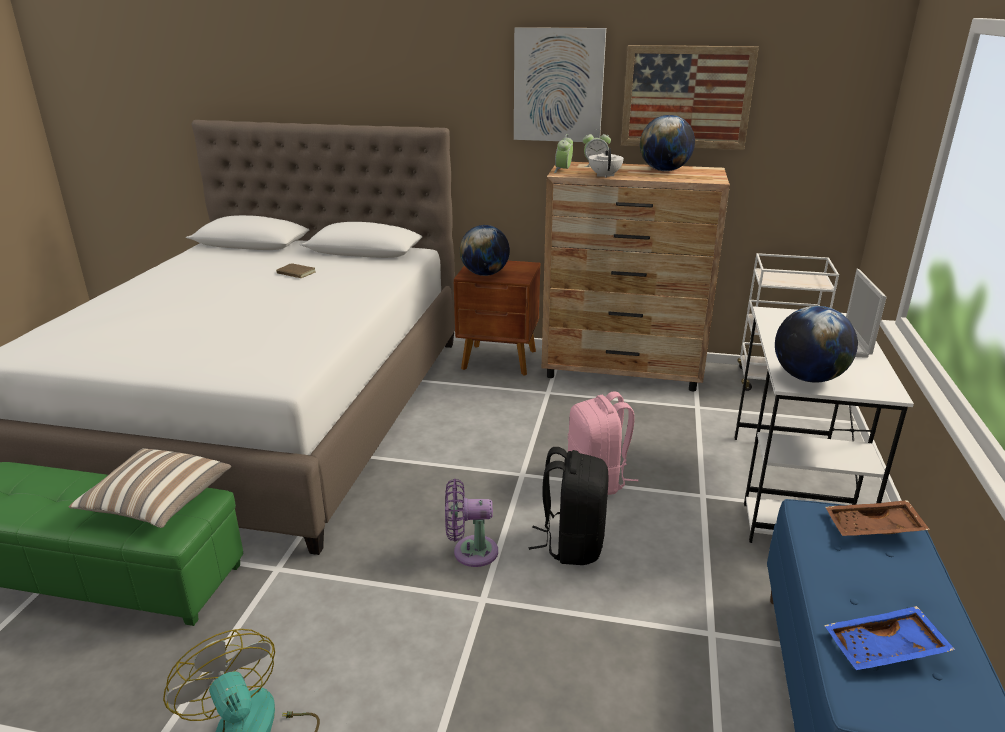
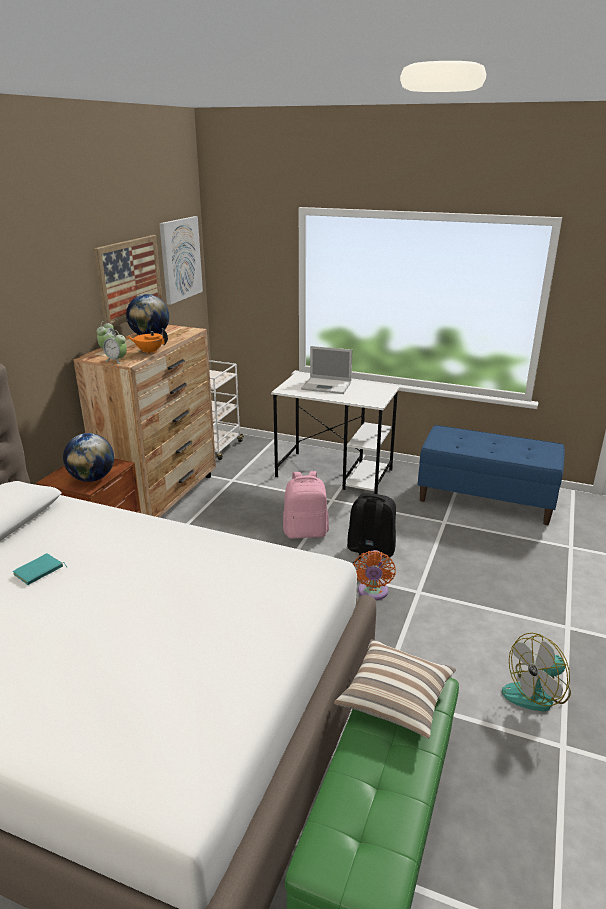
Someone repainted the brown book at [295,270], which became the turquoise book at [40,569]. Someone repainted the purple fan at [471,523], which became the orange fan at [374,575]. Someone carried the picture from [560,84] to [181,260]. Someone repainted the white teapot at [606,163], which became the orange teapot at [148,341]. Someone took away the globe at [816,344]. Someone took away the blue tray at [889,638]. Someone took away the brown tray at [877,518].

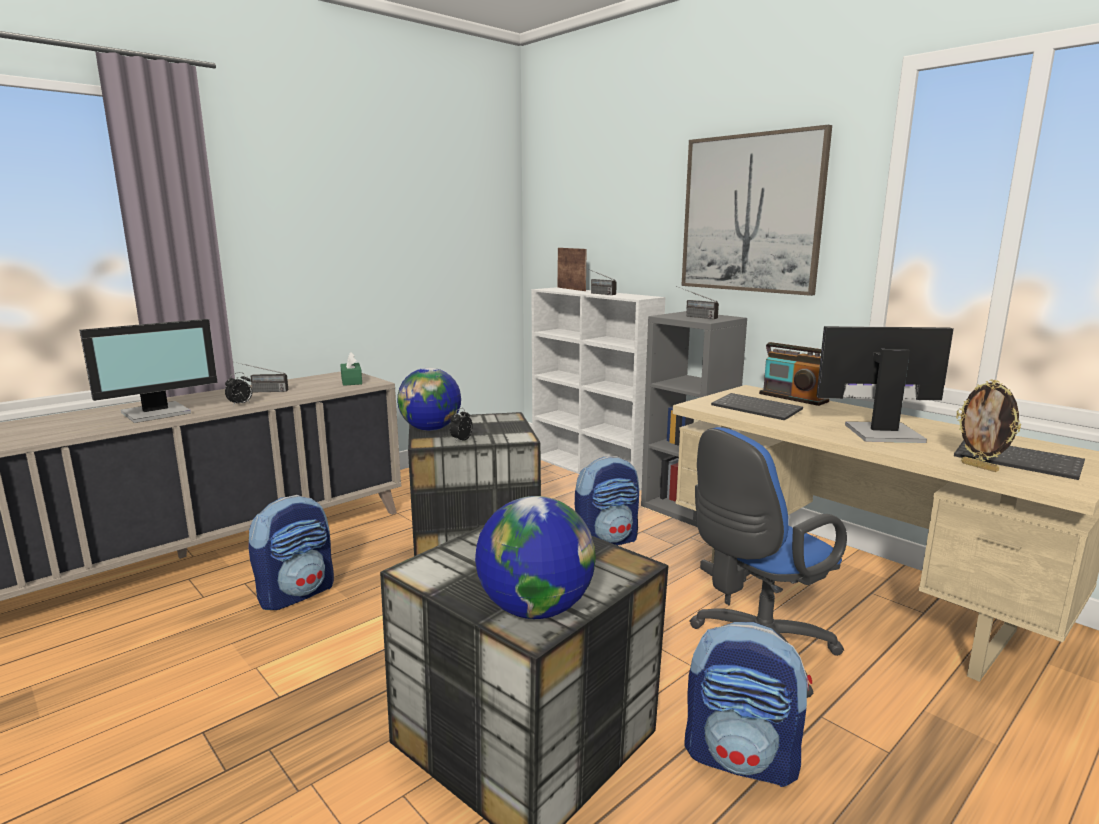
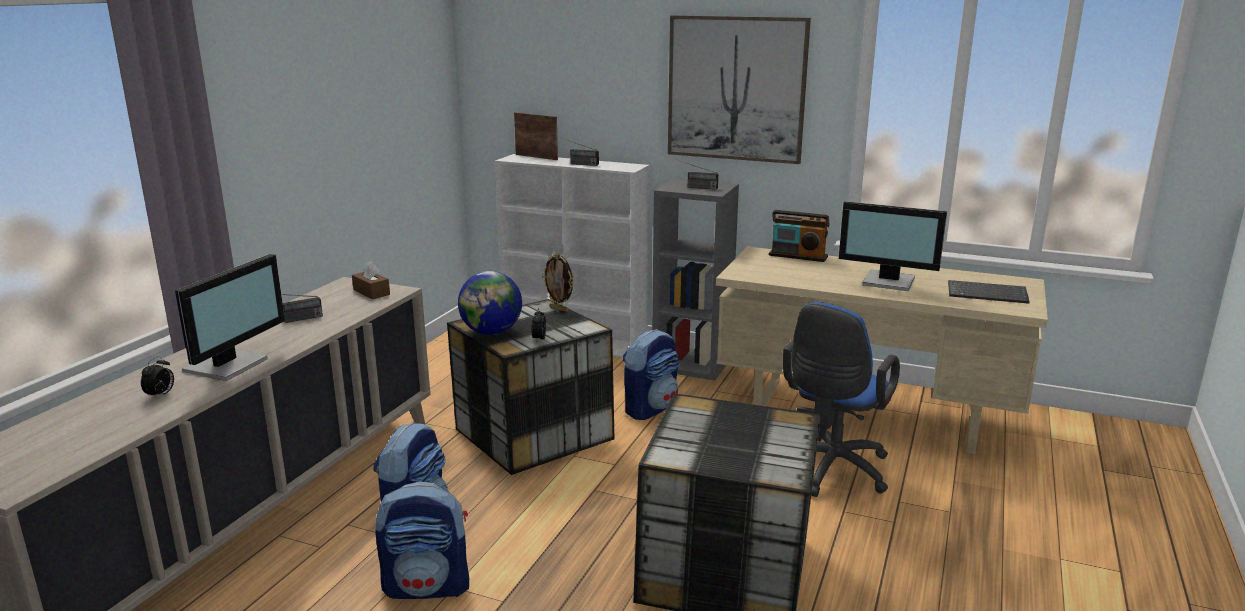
Someone carried the alarm clock from [238,389] to [157,378]. Someone repainted the green tissue box at [351,369], which became the brown tissue box at [371,280]. Someone took away the globe at [535,557]. Someone carried the backpack from [748,704] to [422,540]. Someone took away the keyboard at [757,407]. Someone rotated the monitor at [885,384] by 135 degrees counterclockwise. Someone carried the picture frame from [988,425] to [558,282].

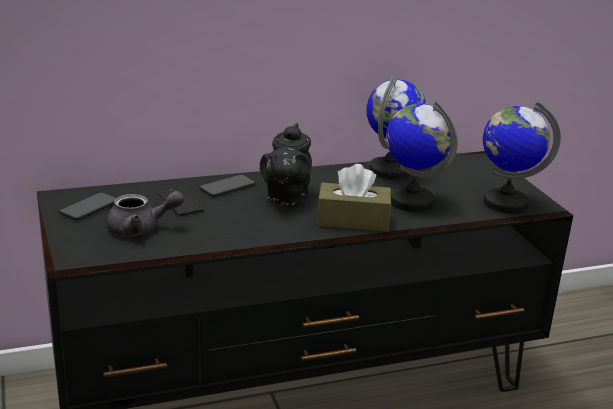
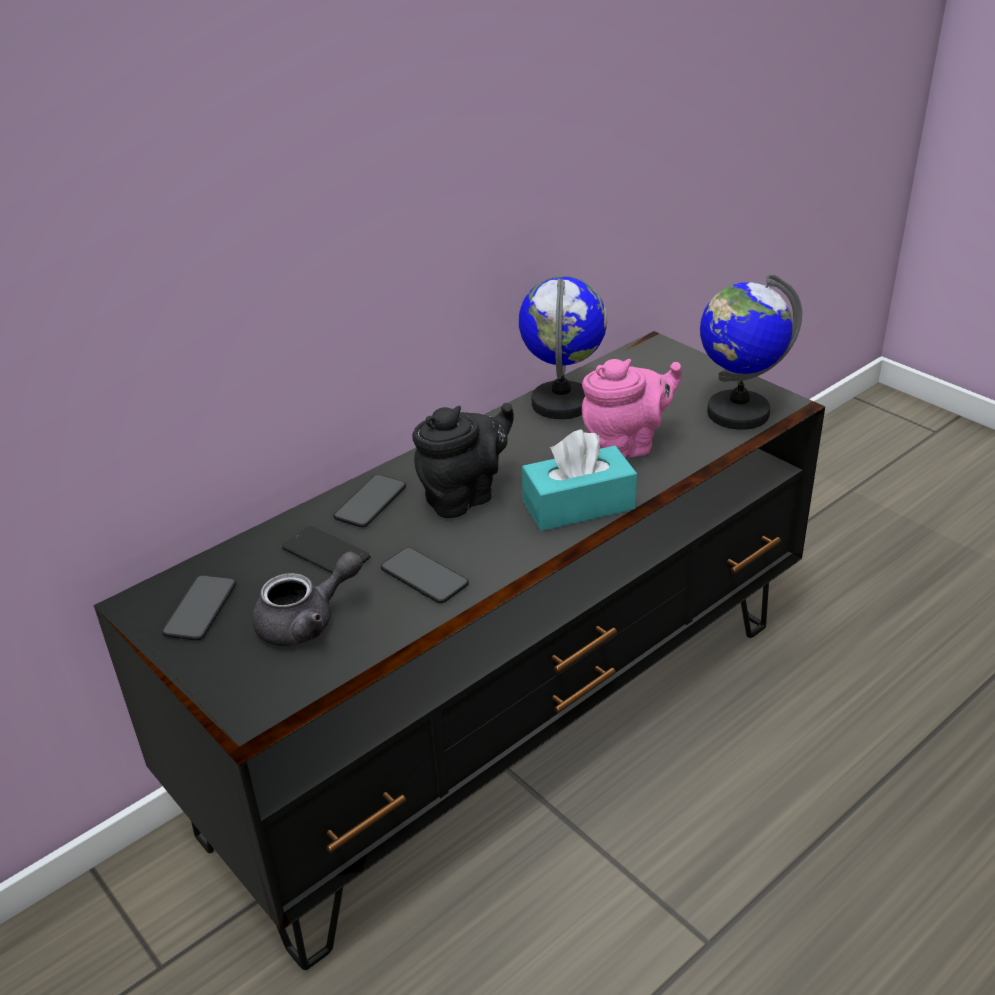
Someone rotated the black teapot at [286,165] by 120 degrees counterclockwise. Someone repainted the brown tissue box at [354,198], which became the turquoise tissue box at [579,480]. Someone swapped the globe at [421,156] for the pink teapot at [632,409]. Someone put down the phone at [425,575].

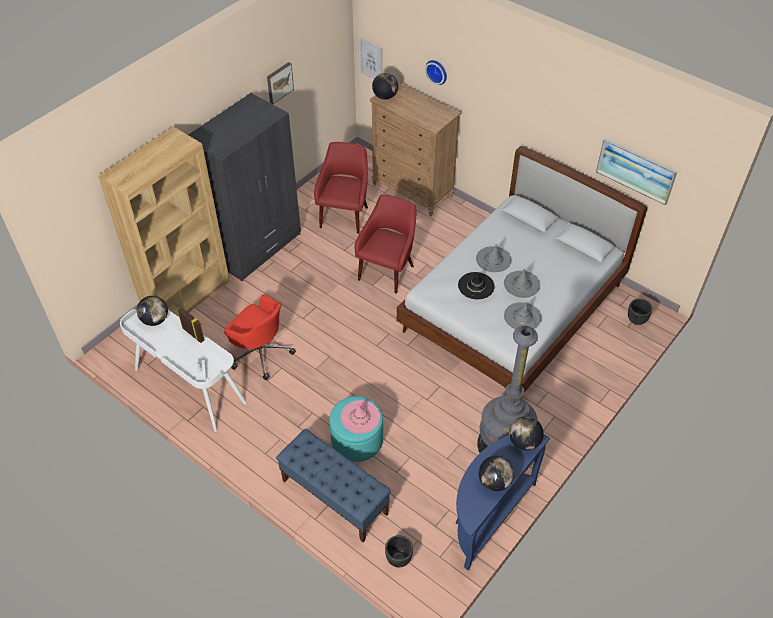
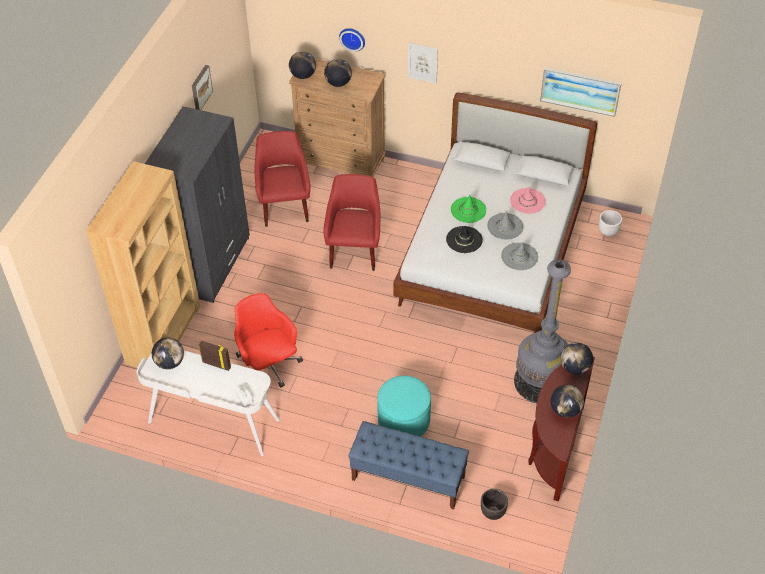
Someone rotated the red office chair at [260,337] by 135 degrees counterclockwise. Someone carried the pink hat from [360,417] to [528,200]. Someone carried the picture from [371,58] to [423,63]. Someone repainted the blue console table at [503,502], which became the brown console table at [561,429]. Someone repainted the grey hat at [494,258], which became the green hat at [468,208]. Someone repainted the black planter at [640,312], which became the white planter at [610,223]. Someone put down the globe at [338,73].

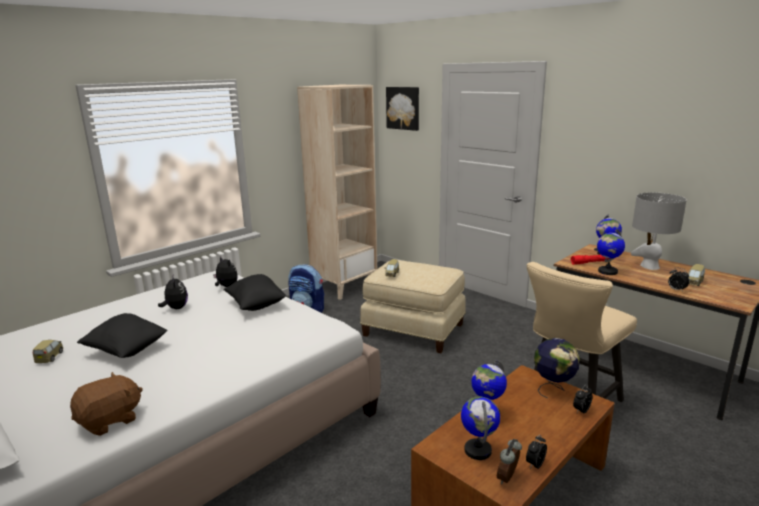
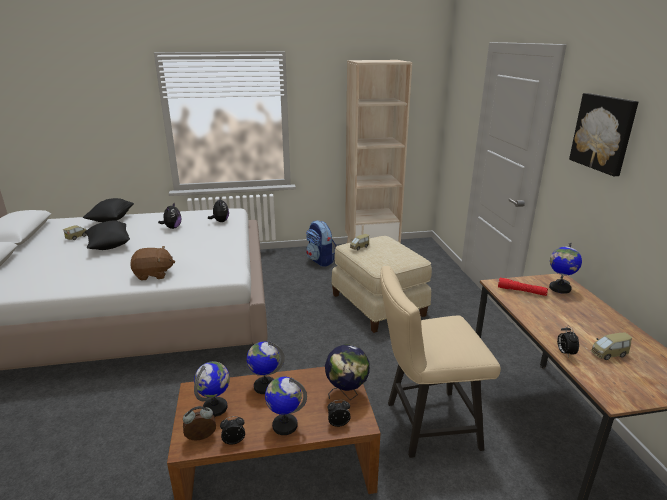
Someone carried the brown plush toy from [106,404] to [152,263]. Someone carried the black pillow from [255,292] to [108,210]. Someone carried the picture from [402,109] to [603,134]. Someone carried the globe from [611,252] to [286,405]. Someone took away the grey table lamp at [659,231].

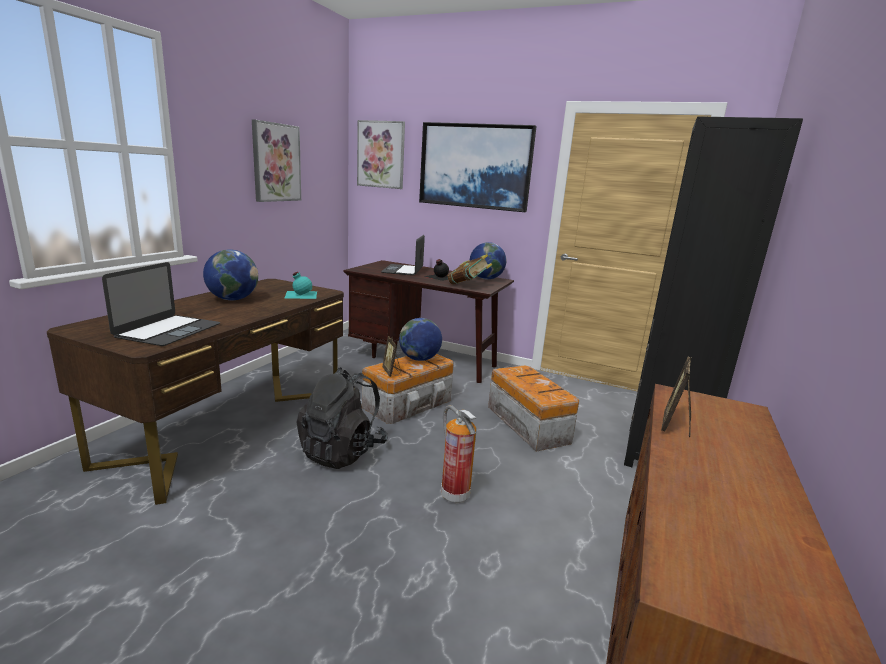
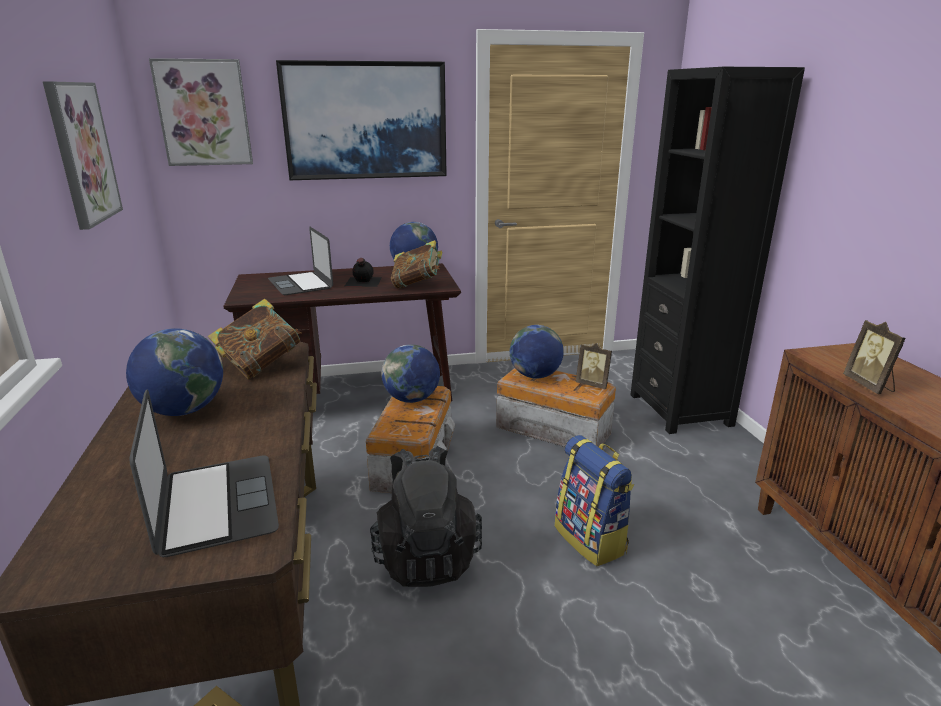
Someone swapped the turquoise bottle at [301,285] for the book at [255,339]. Someone carried the picture frame from [391,356] to [594,366]. Someone swapped the fire extinguisher at [459,454] for the backpack at [594,500]. Someone put down the globe at [537,352].

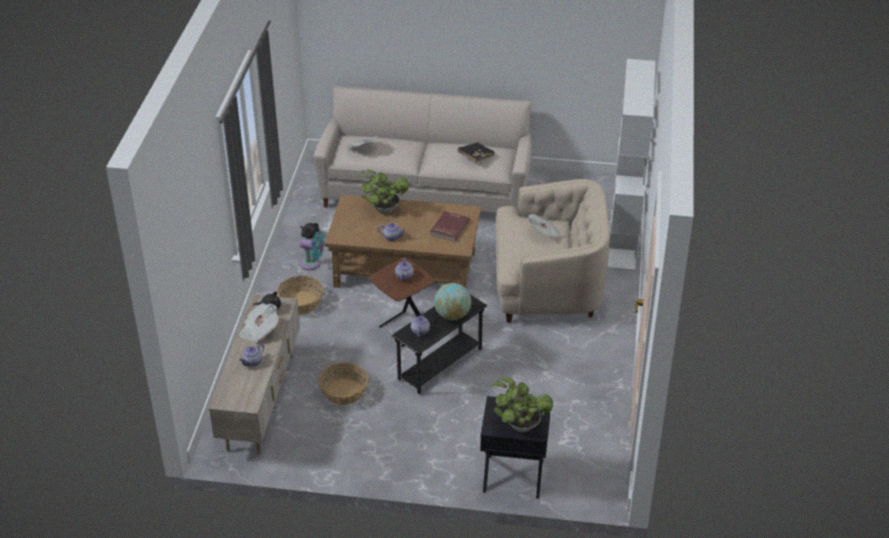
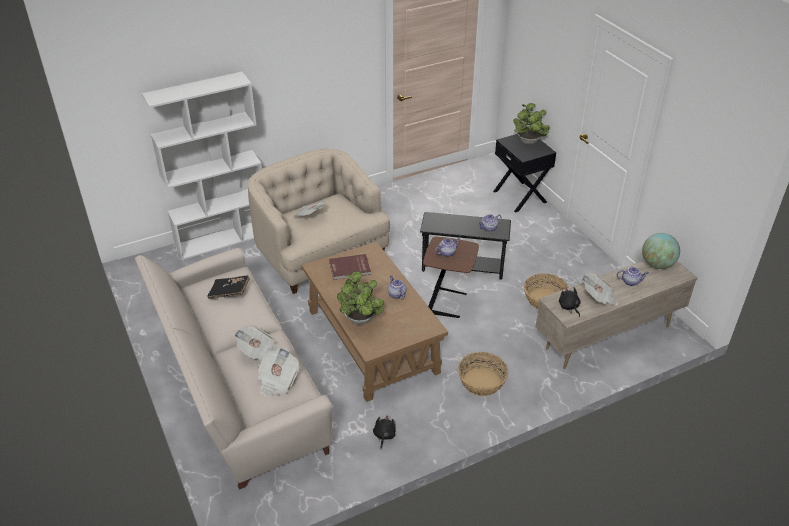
Someone took away the turquoise fan at [312,251]. Someone carried the globe from [452,301] to [661,251]. Someone put down the newspaper at [255,343].

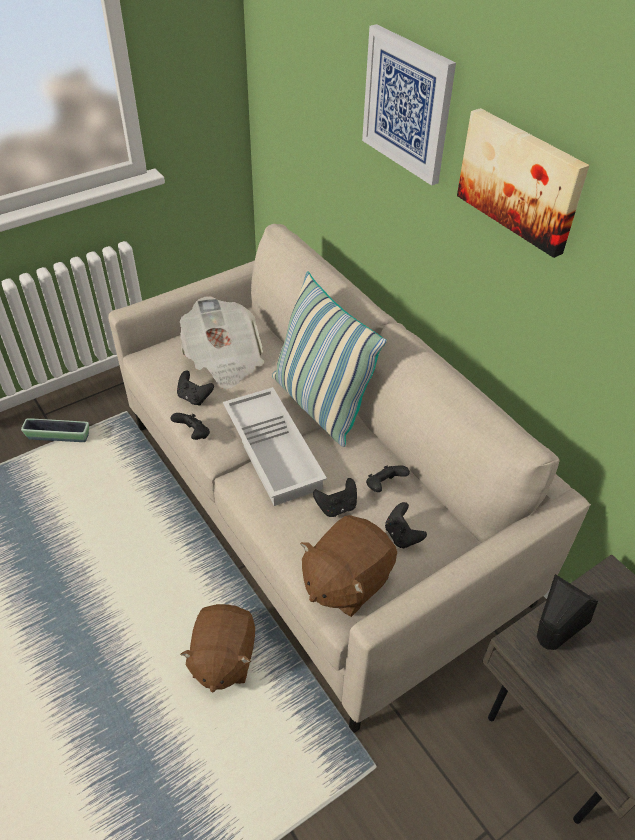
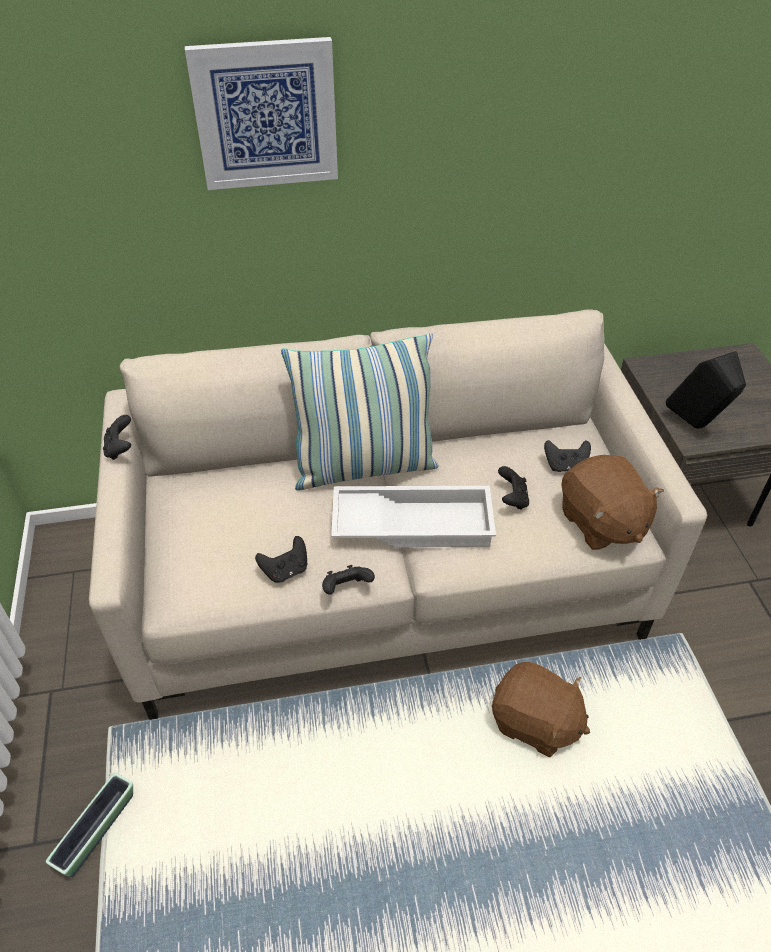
Someone took away the newspaper at [222,342]. Someone carried the black game controller from [388,478] to [117,437]. Someone took away the picture at [523,183].

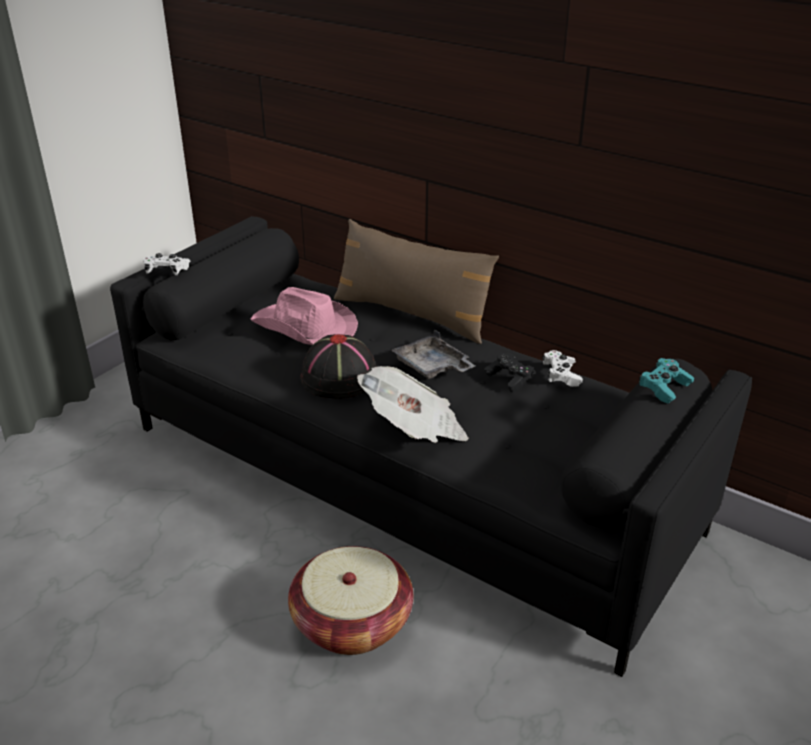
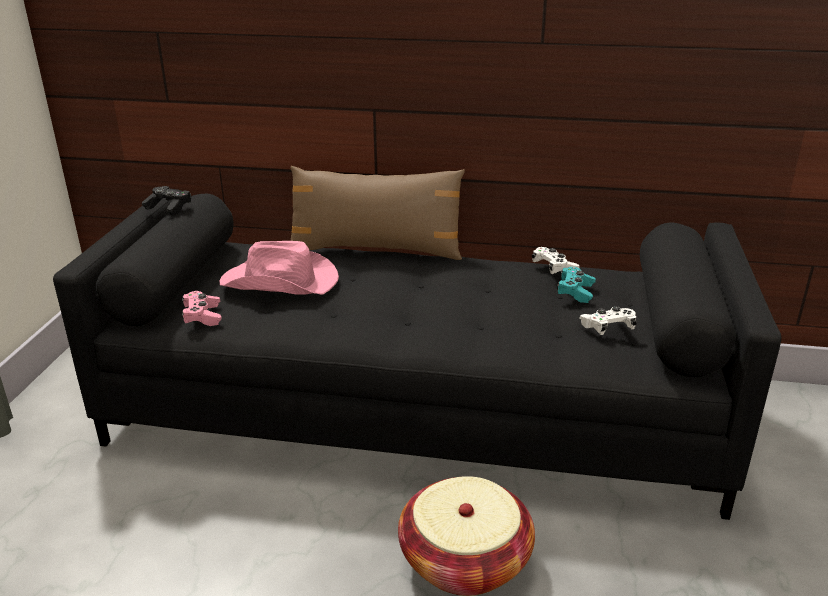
Someone carried the white game controller from [166,264] to [608,320]. Someone took away the black hat at [338,366]. Someone took away the newspaper at [413,404]. Someone took away the grey tray at [433,354]. Someone carried the black game controller from [509,372] to [166,201]. Someone carried the turquoise game controller from [666,381] to [576,285]. Someone put down the pink game controller at [202,308].

